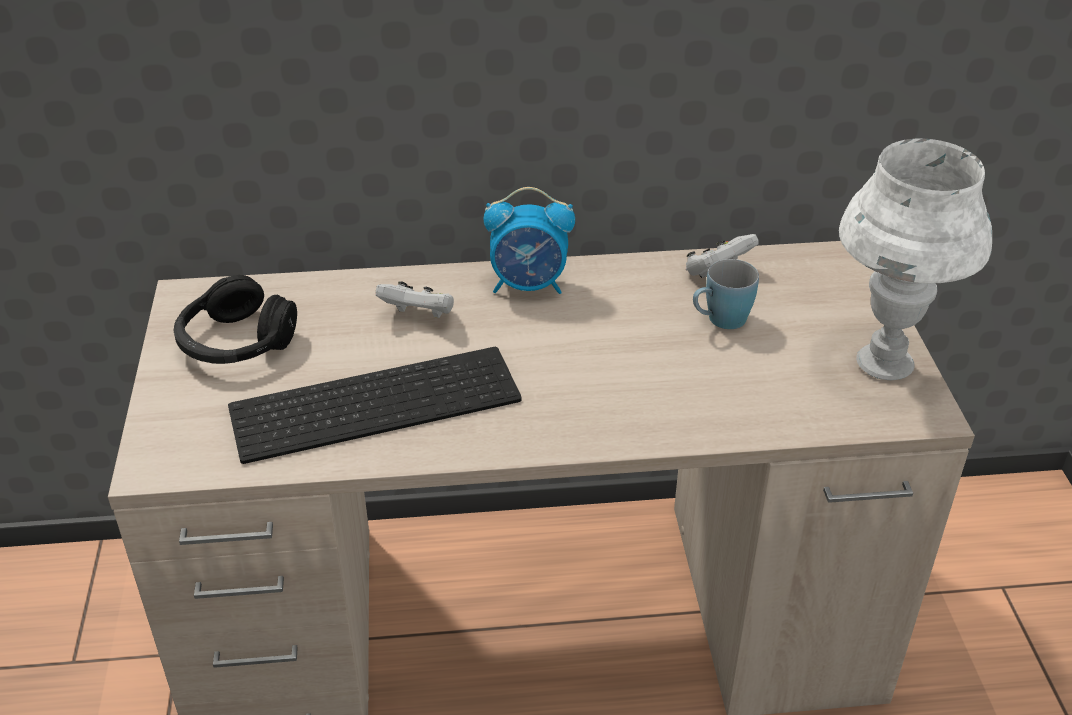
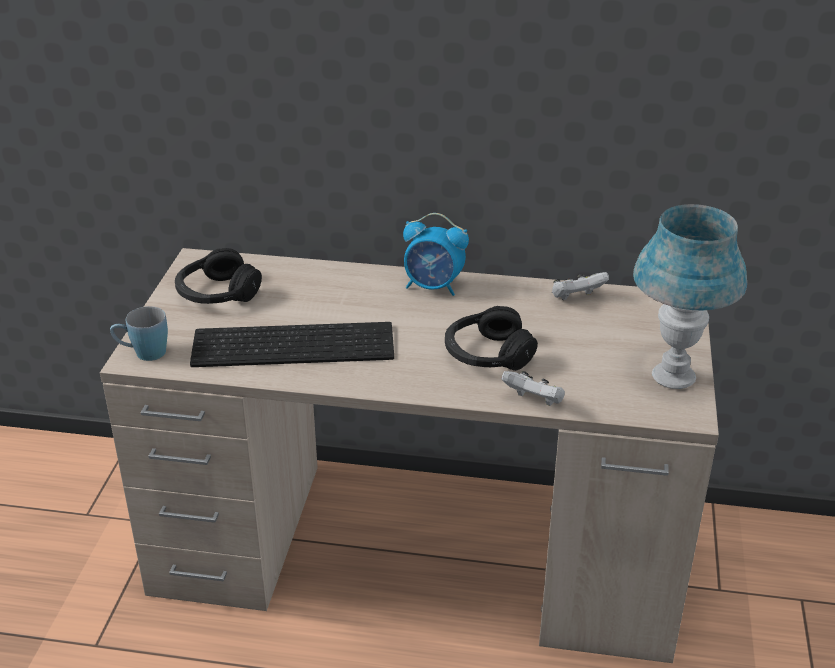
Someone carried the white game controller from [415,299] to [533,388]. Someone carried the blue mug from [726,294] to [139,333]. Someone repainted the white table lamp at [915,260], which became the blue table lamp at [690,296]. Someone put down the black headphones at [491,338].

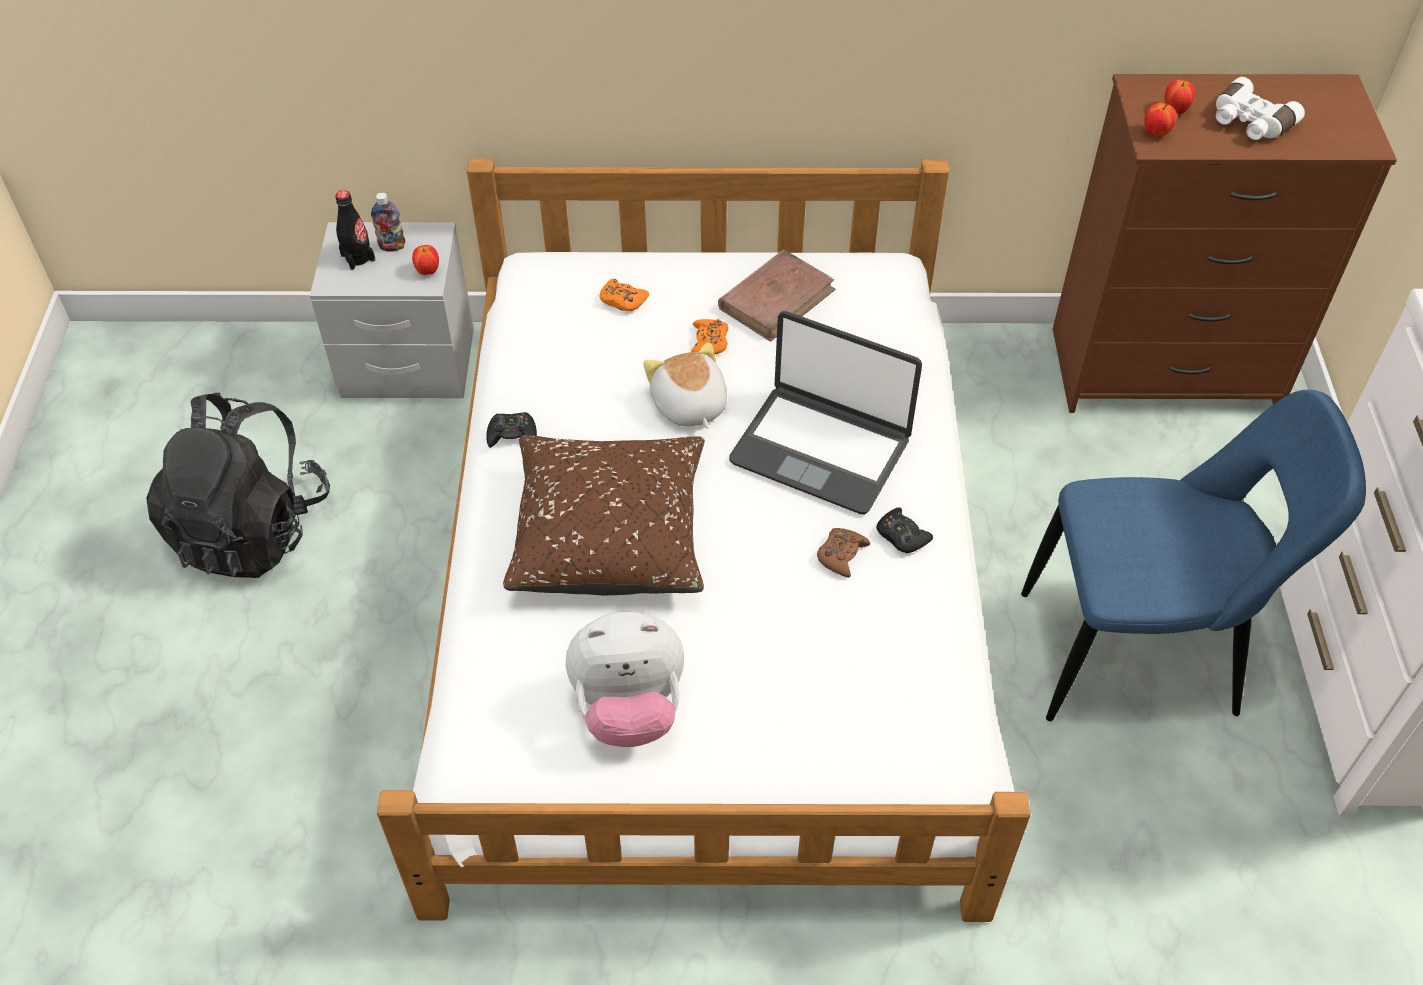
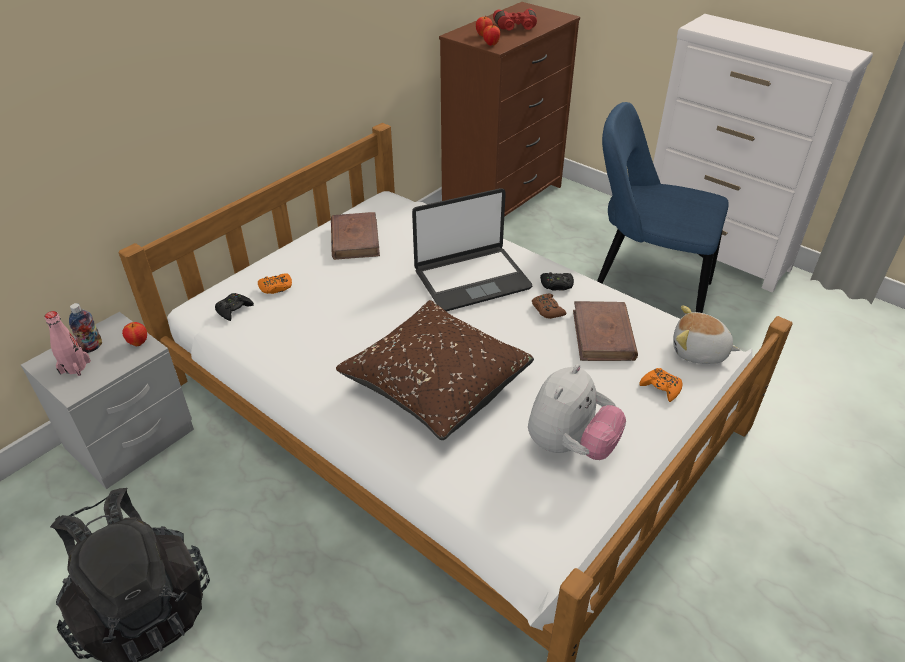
Someone repainted the black bottle at [355,230], which became the pink bottle at [67,343]. Someone carried the black game controller from [511,430] to [234,307]. Someone carried the plush toy from [685,385] to [706,334]. Someone carried the orange game controller from [709,336] to [661,385]. Someone rotated the blue chair at [1193,555] by 105 degrees counterclockwise. Someone repainted the white binoculars at [1260,108], which became the red binoculars at [515,19]. Someone put down the brown book at [605,331].

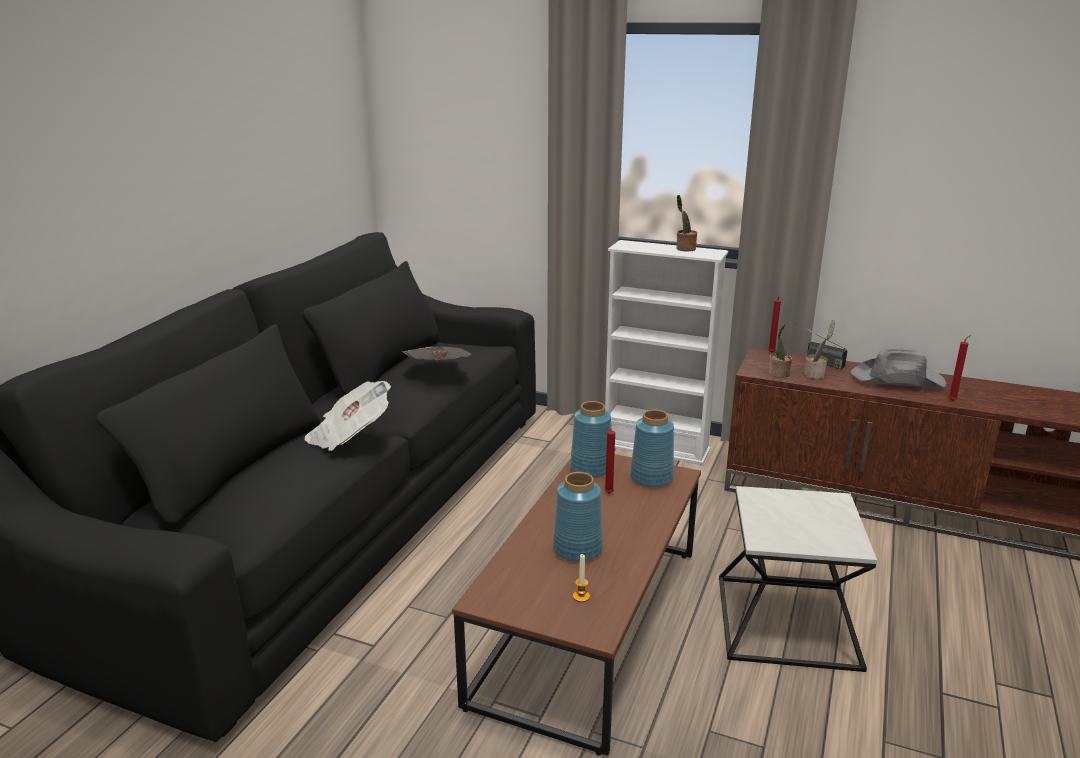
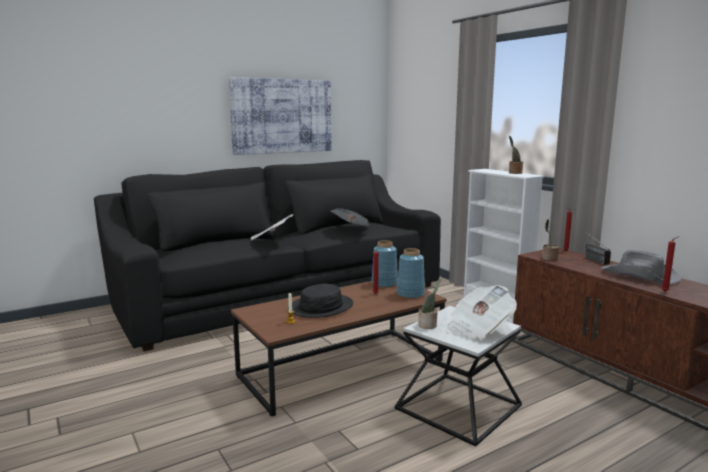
Someone swapped the blue vase at [578,517] for the black hat at [320,301]. Someone carried the potted plant from [819,349] to [429,303]. Someone put up the picture at [280,116]. Someone put down the newspaper at [481,312].

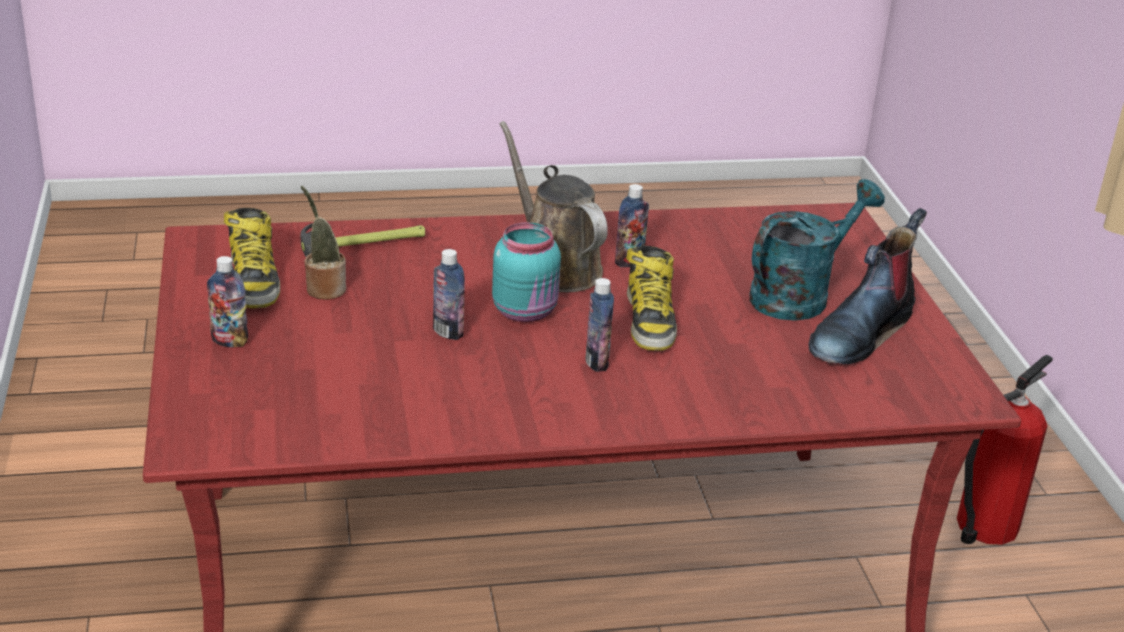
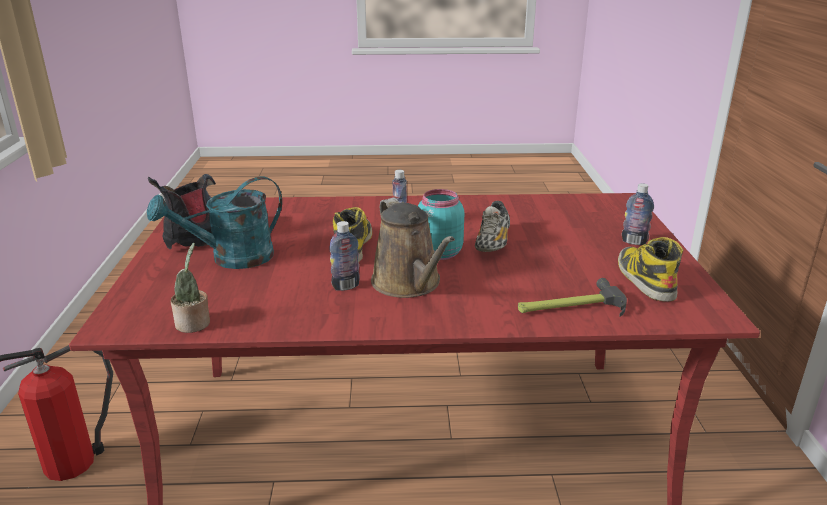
Someone carried the potted plant from [323,242] to [190,288]. Someone swapped the bottle at [449,294] for the shoe at [492,226].

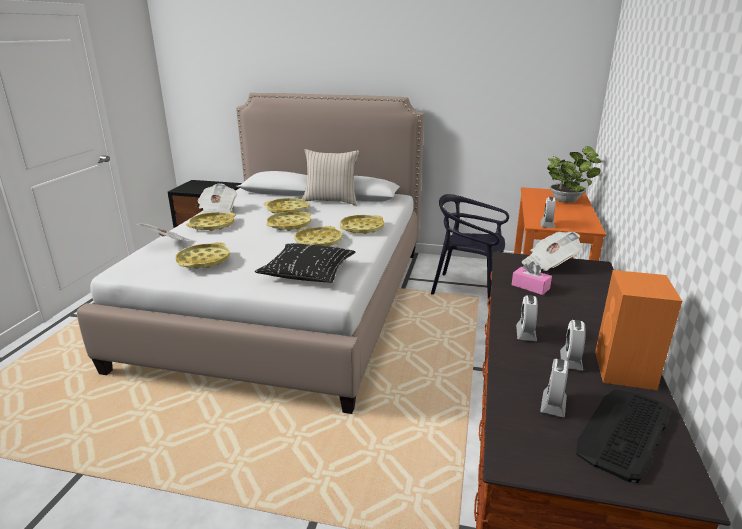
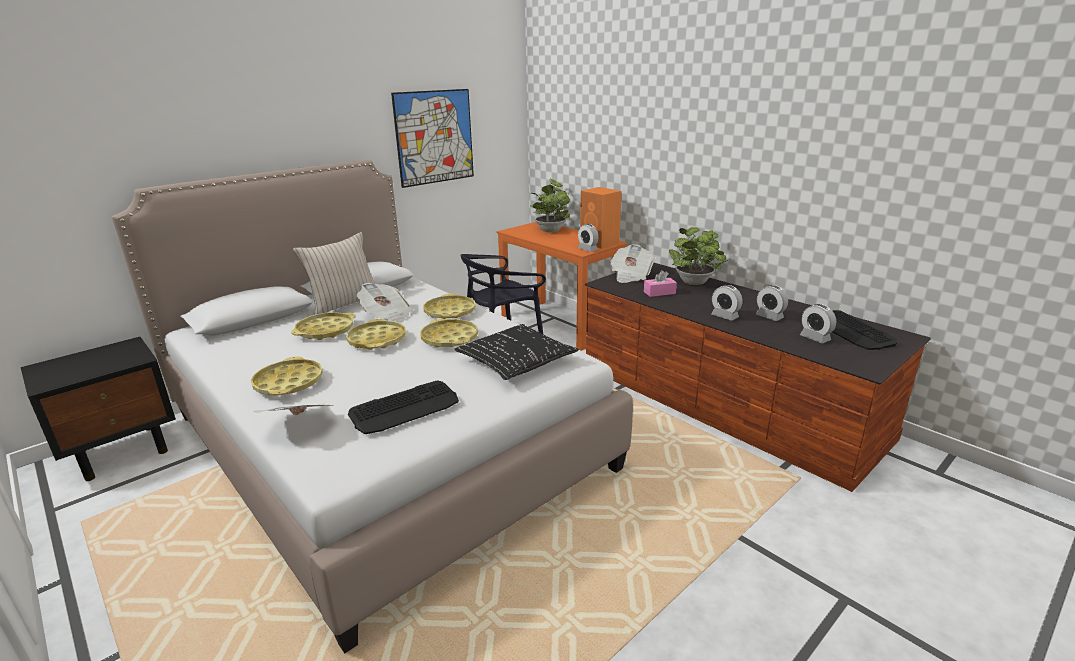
Someone swapped the yellow tray at [203,255] for the keyboard at [403,407]. Someone carried the newspaper from [217,199] to [385,303]. Someone carried the orange speaker from [638,330] to [601,218]. Someone put up the picture at [432,138]. Someone put down the potted plant at [698,256].

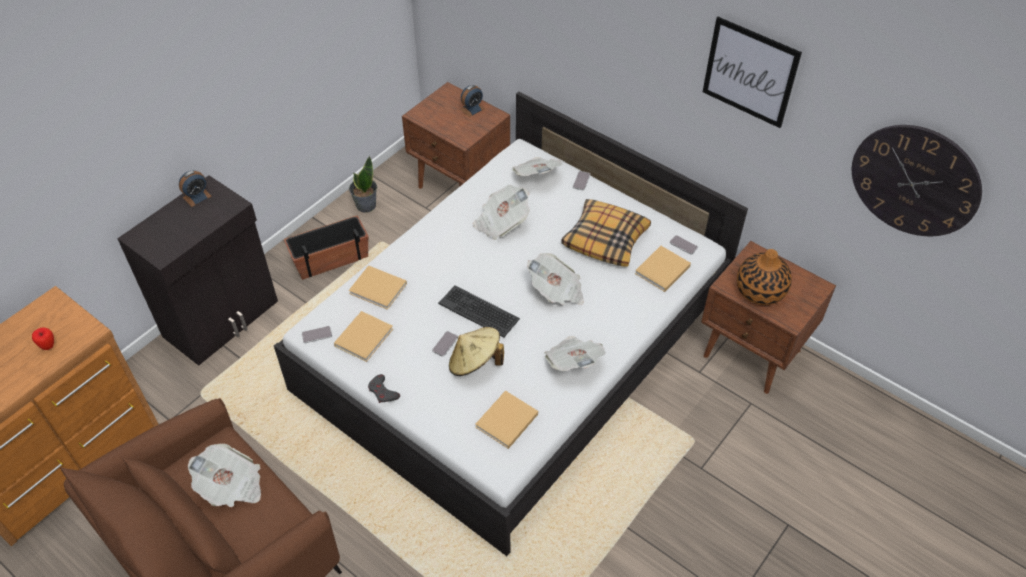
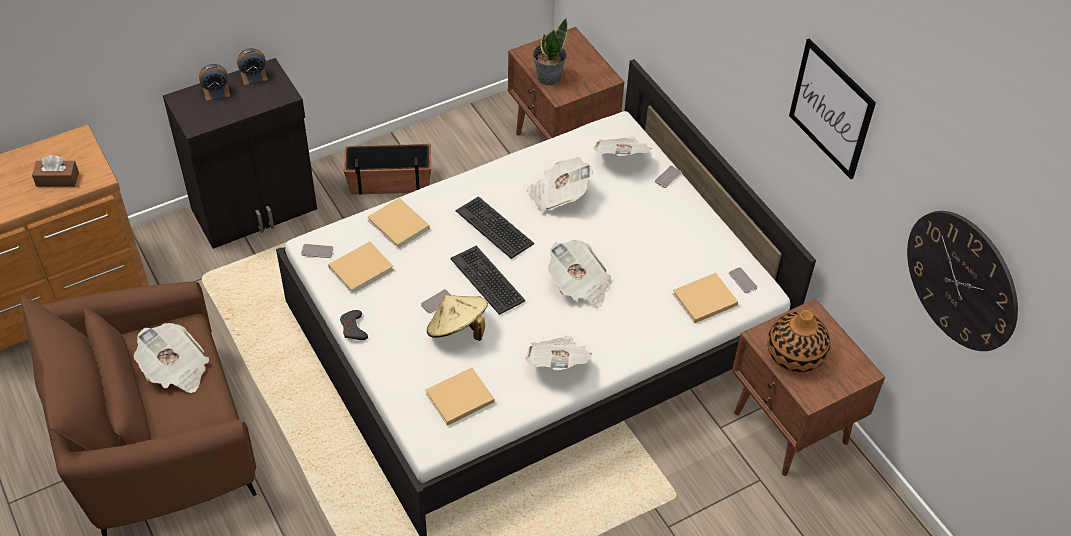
Someone swapped the apple at [43,338] for the brown tissue box at [55,171]. Someone carried the potted plant from [363,184] to [550,52]. Someone carried the alarm clock from [472,101] to [214,82]. Someone took away the pillow at [606,233]. Someone put down the keyboard at [495,227].

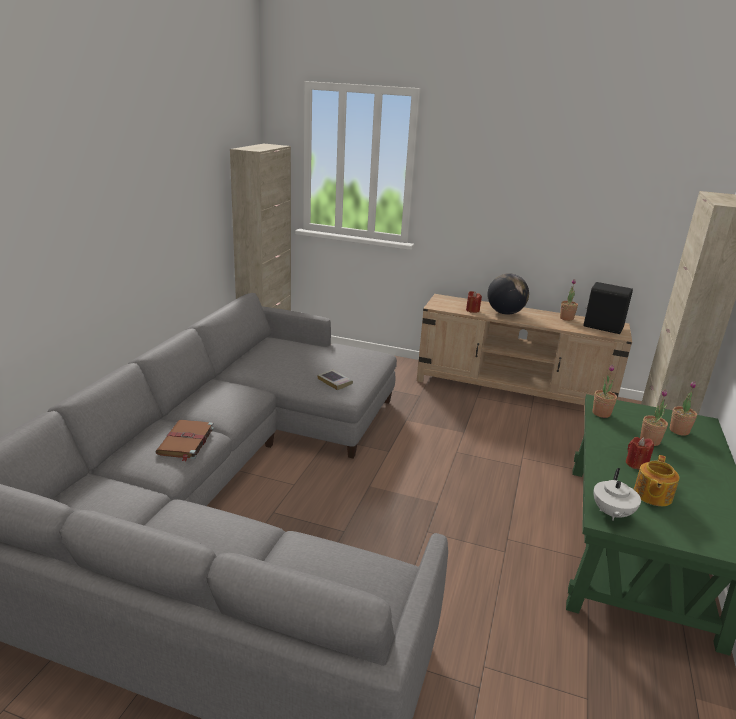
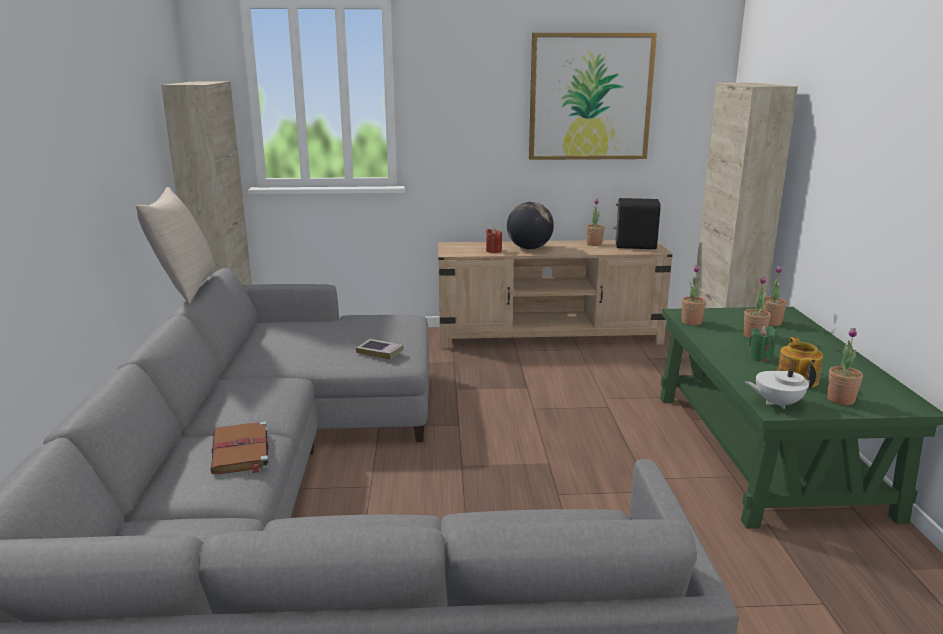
Someone rotated the white teapot at [617,494] by 90 degrees clockwise. Someone repainted the red candle at [640,453], which became the green candle at [762,344]. Someone put down the beige pillow at [175,245]. Someone put up the picture at [593,96]. Someone put down the potted plant at [845,366].

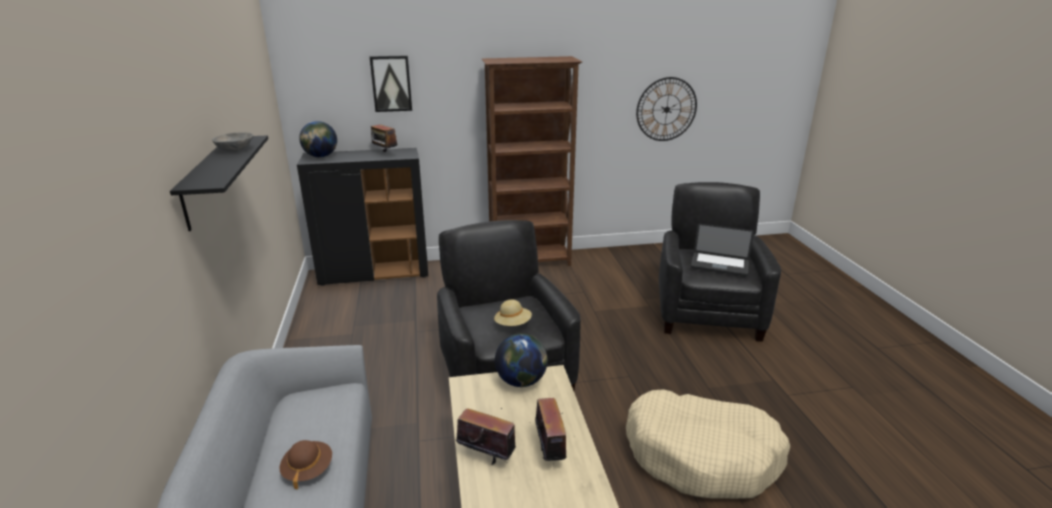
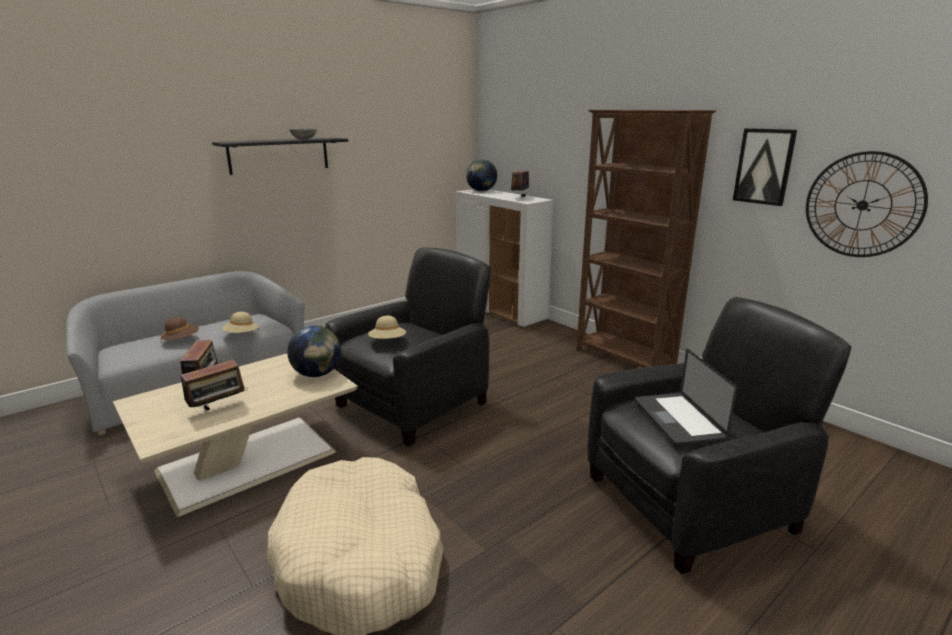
Someone repainted the black cabinet at [362,217], which became the white cabinet at [504,258]. Someone carried the picture from [391,83] to [765,167]. Someone put down the beige hat at [240,322].

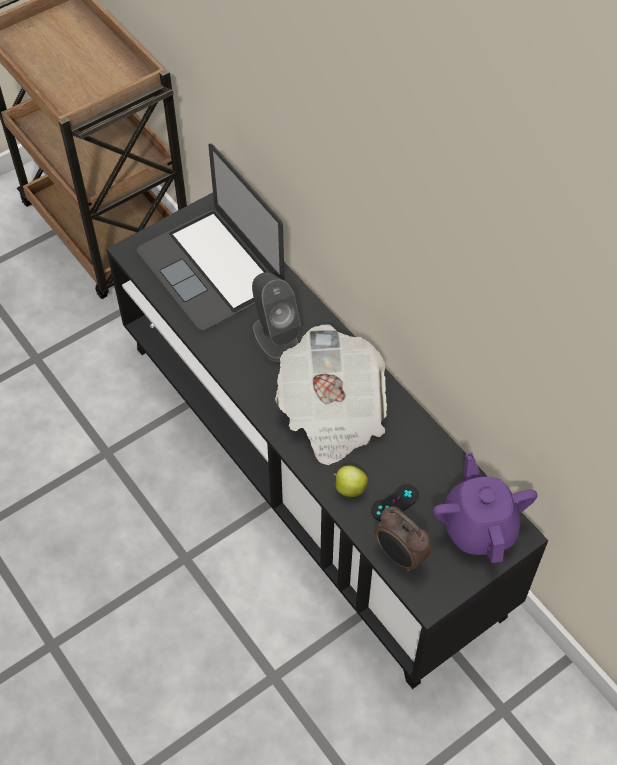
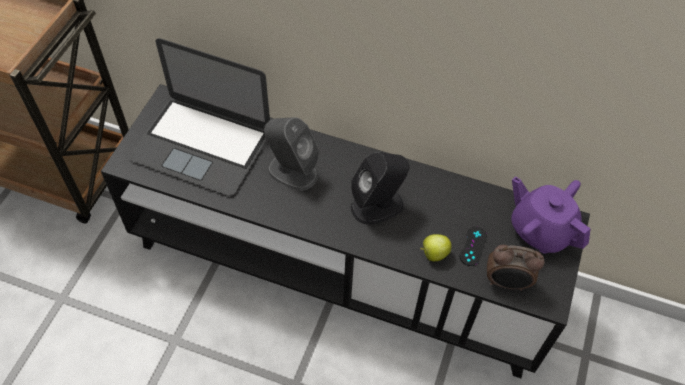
Someone swapped the newspaper at [331,395] for the black speaker at [380,188].

